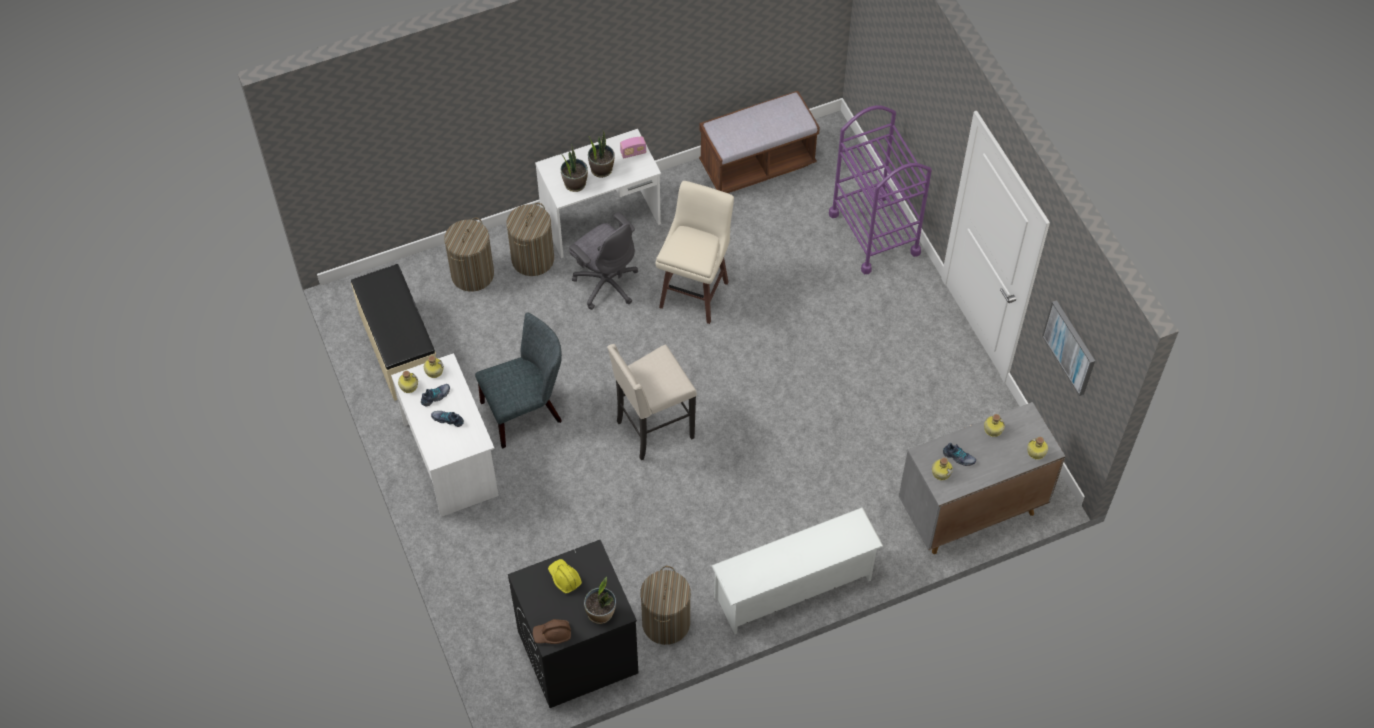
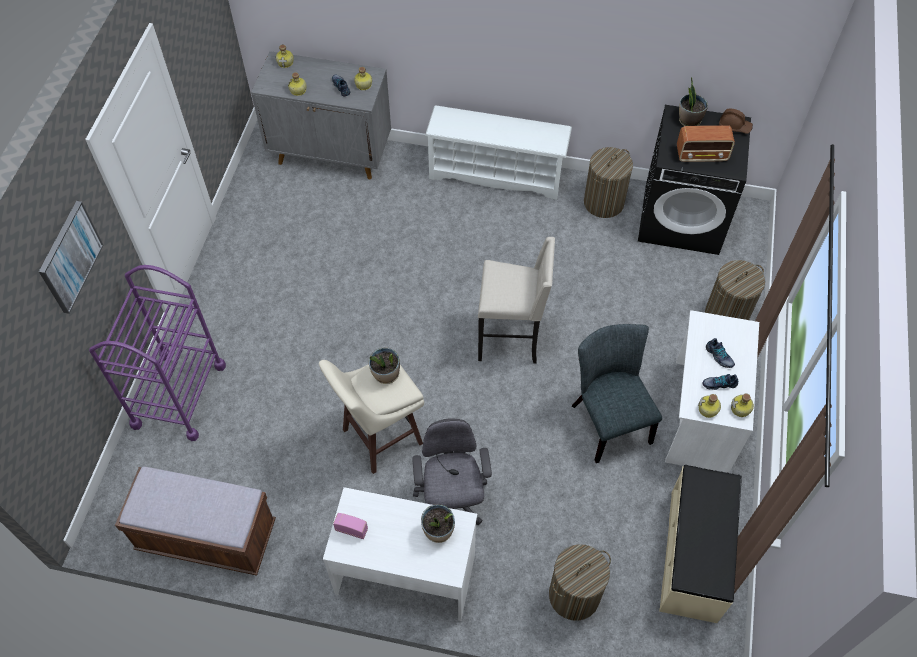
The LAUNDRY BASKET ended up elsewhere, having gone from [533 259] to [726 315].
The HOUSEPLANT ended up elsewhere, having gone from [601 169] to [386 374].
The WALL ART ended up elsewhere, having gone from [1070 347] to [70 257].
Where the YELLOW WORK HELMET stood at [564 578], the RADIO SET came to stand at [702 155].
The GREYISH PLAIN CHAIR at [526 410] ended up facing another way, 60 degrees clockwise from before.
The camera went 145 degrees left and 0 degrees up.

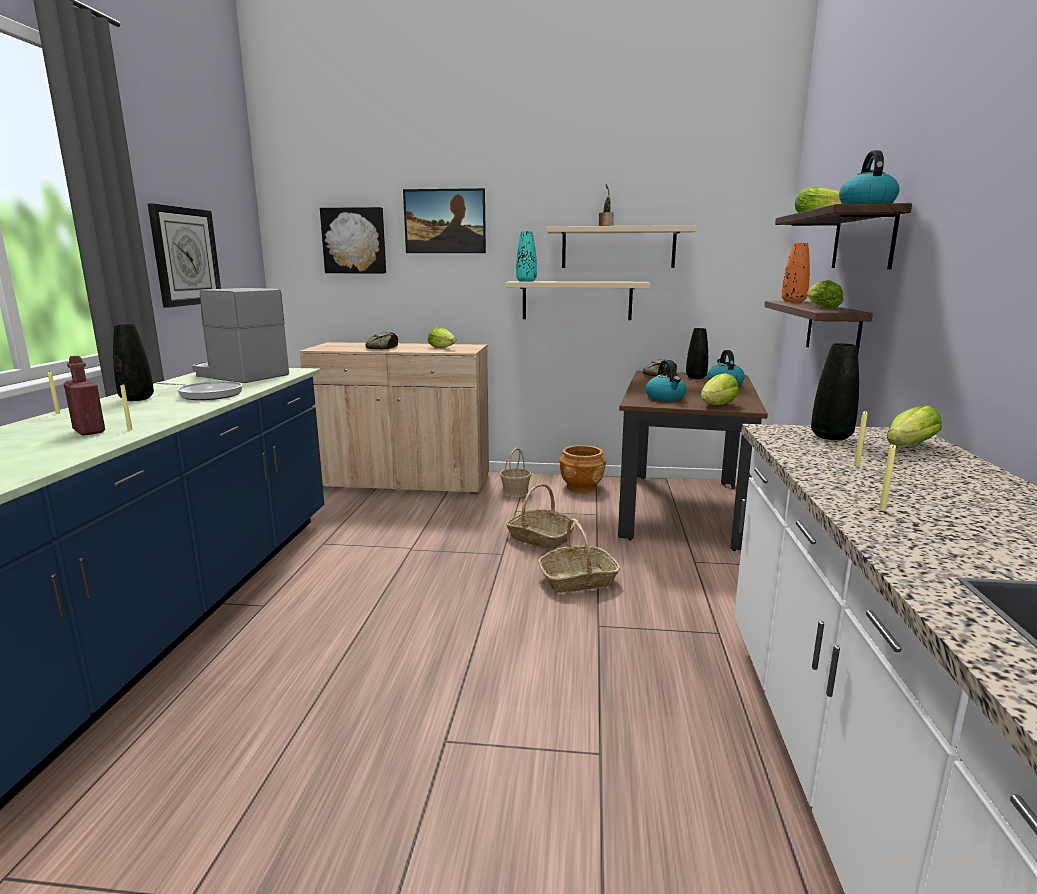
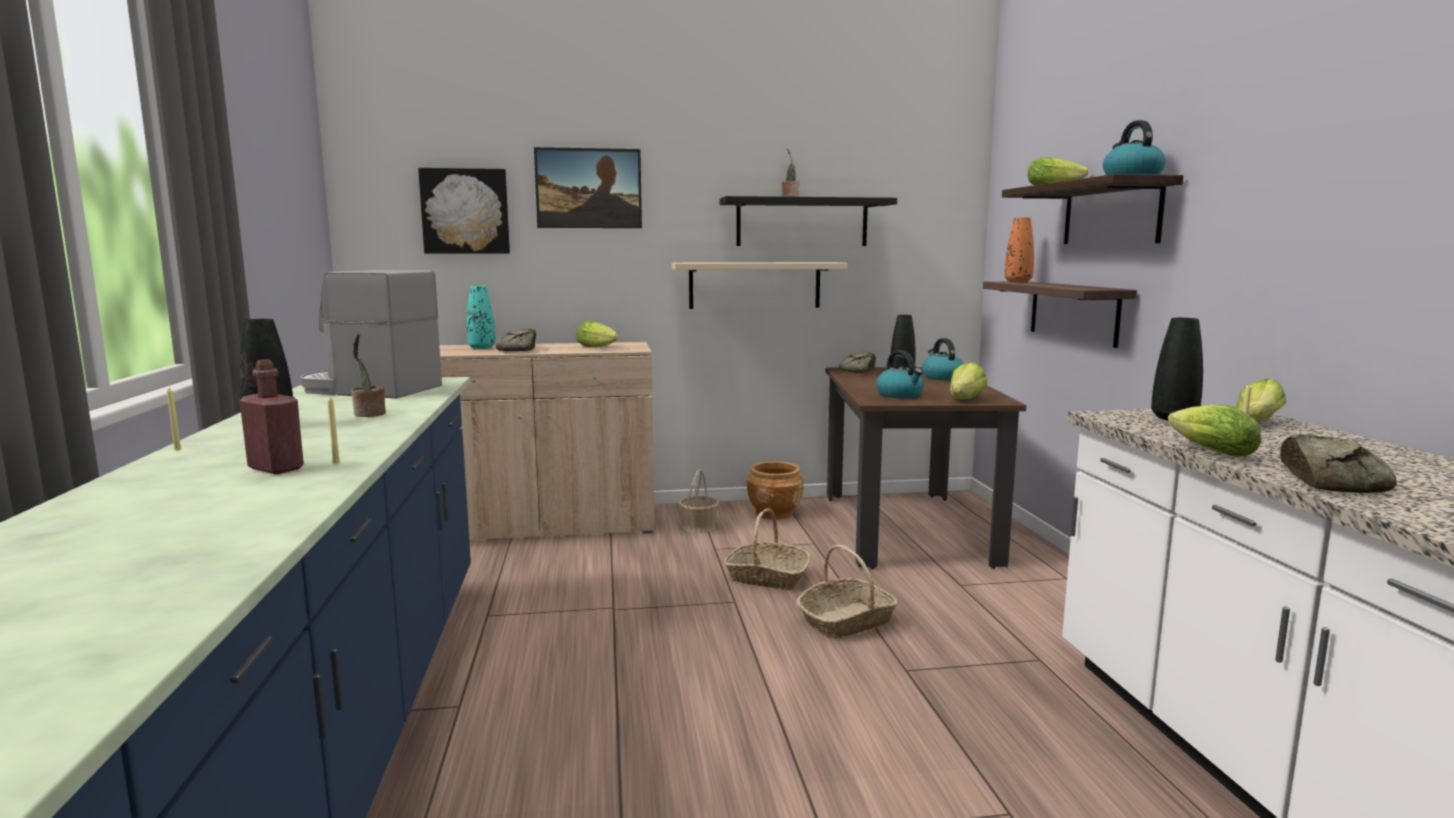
The second view lost the CLOCK ON THE WALL at [185 256].
The TURQUOISE-COLOURED FLOWER VASE ended up elsewhere, having gone from [526 281] to [481 348].
The LETTUCE HEAD ended up elsewhere, having gone from [820 308] to [1207 451].
Where the FRYING PAN stood at [207 394], the HOUSEPLANT came to stand at [369 414].
Where the YELLOW CANDLE stood at [882 509], the BREAD came to stand at [1330 480].
What was the BEIGE-COLOURED WALL SHELF at [618 247] turned into the BLACKISH WALL SHELF at [802 222].
The camera went 15 degrees left and 5 degrees down.

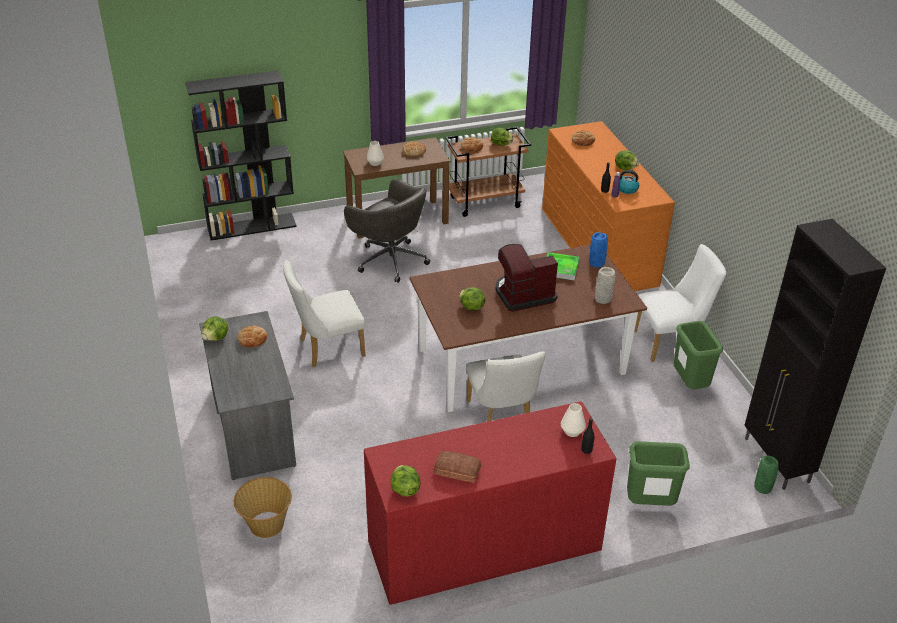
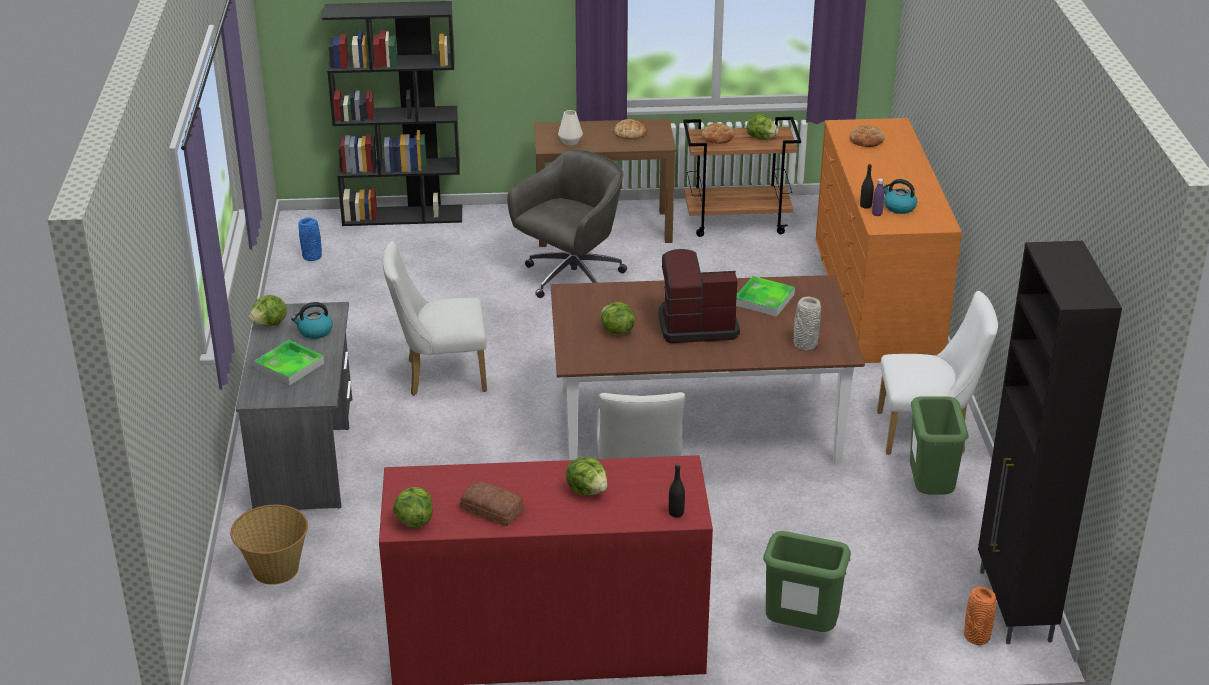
The second view lost the WHITE FLOWER VASE at [572 431].
The second view gained the SERVING TRAY at [289 366].
The BLUISH FLOWER VASE ended up elsewhere, having gone from [597 263] to [312 257].
The LETTUCE HEAD ended up elsewhere, having gone from [625 168] to [587 490].
Where the BREAD stood at [252 339], the WATER KETTLE came to stand at [314 331].
What was the GREENISH FLOWER VASE at [763 488] turned into the ORANGE FLOWER VASE at [977 637].
The GREYISH OFFICE CHAIR at [390 260] ended up facing another way, 105 degrees counterclockwise from before.
The camera went 15 degrees right and 5 degrees down.

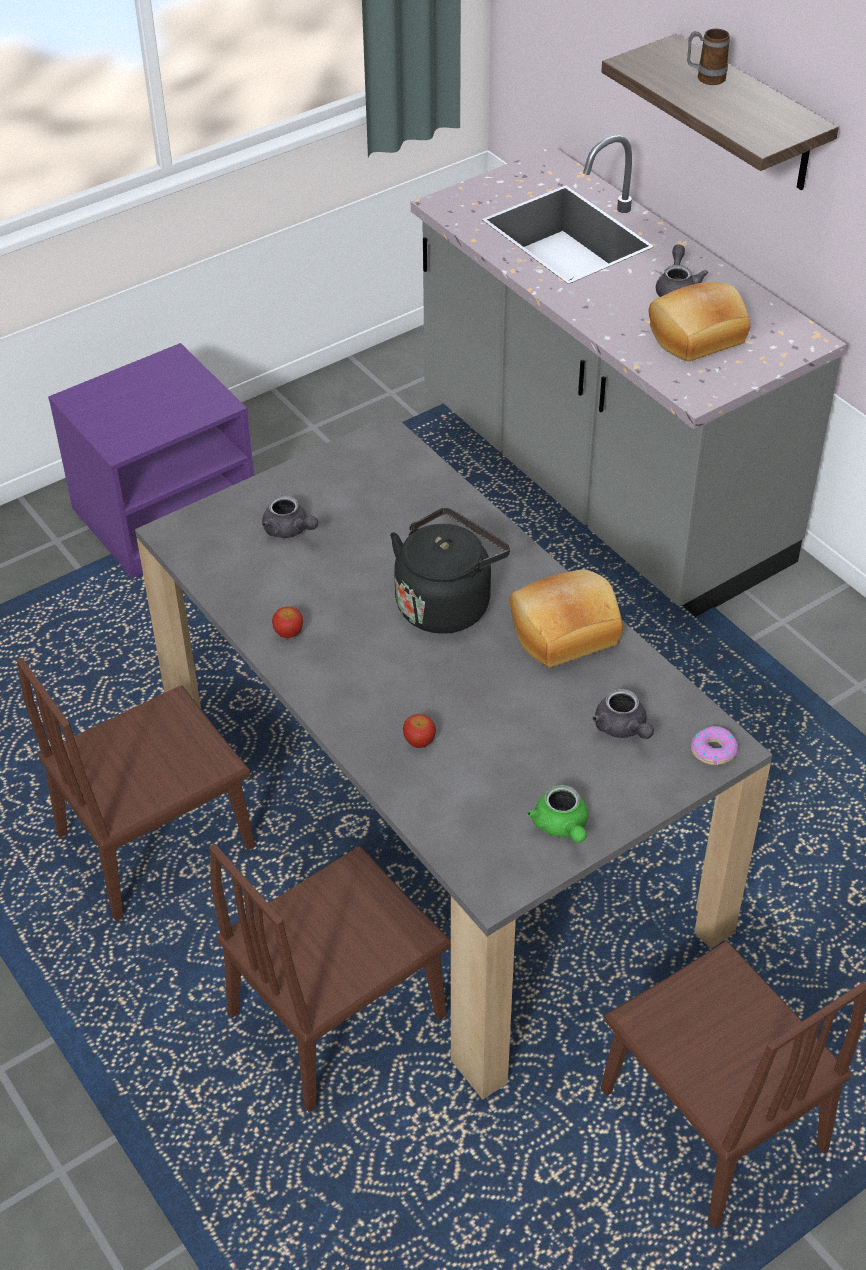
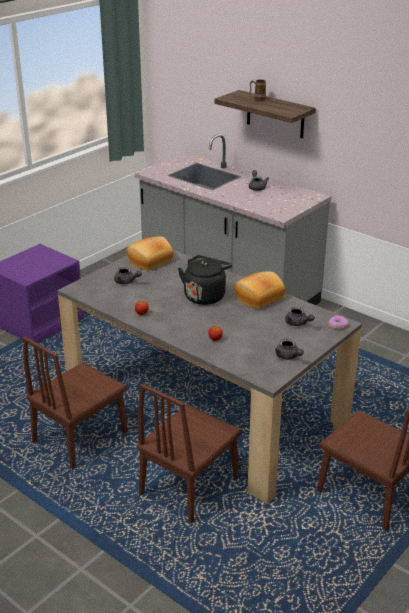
The BREAD ended up elsewhere, having gone from [698 337] to [150 261].
What was the GREENISH TEAPOT at [562 826] turned into the GREYISH TEAPOT at [288 357].
The camera went 15 degrees left and 15 degrees down.

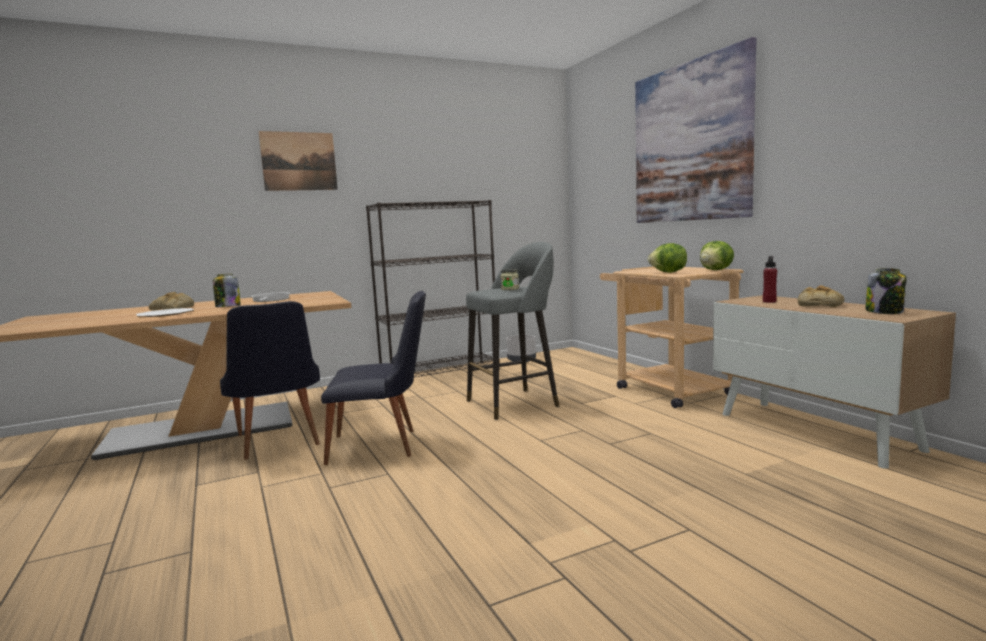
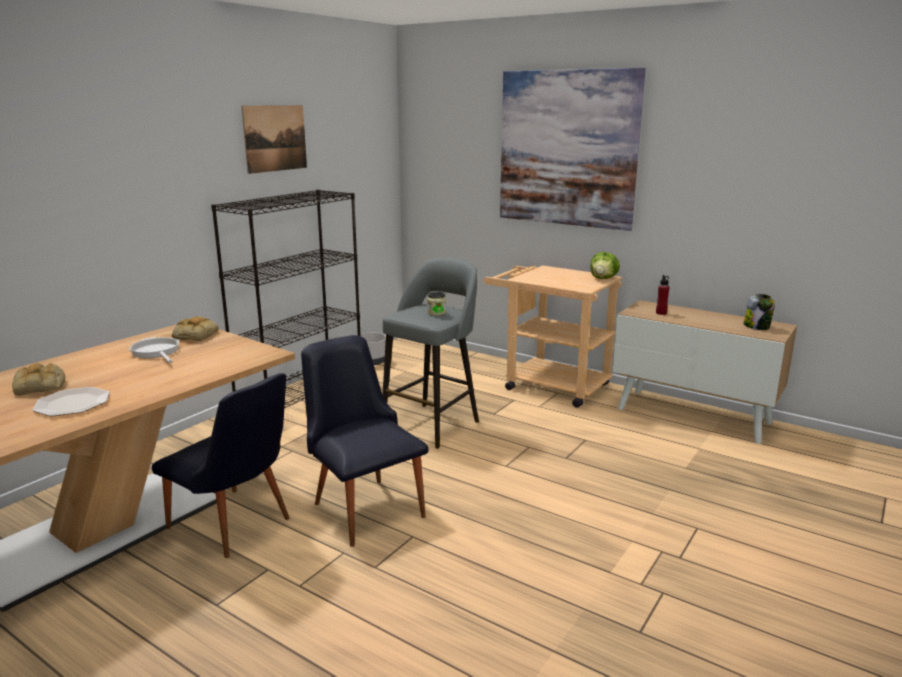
The second view lost the STORAGE JAR at [227 307].
The second view lost the LETTUCE HEAD at [668 272].
The WALL ART ended up elsewhere, having gone from [299 161] to [275 138].
The BREAD ended up elsewhere, having gone from [820 304] to [195 335].
The BLACKISH PLAIN CHAIR at [382 446] ended up facing another way, 90 degrees counterclockwise from before.
The camera went 30 degrees left and 10 degrees up.

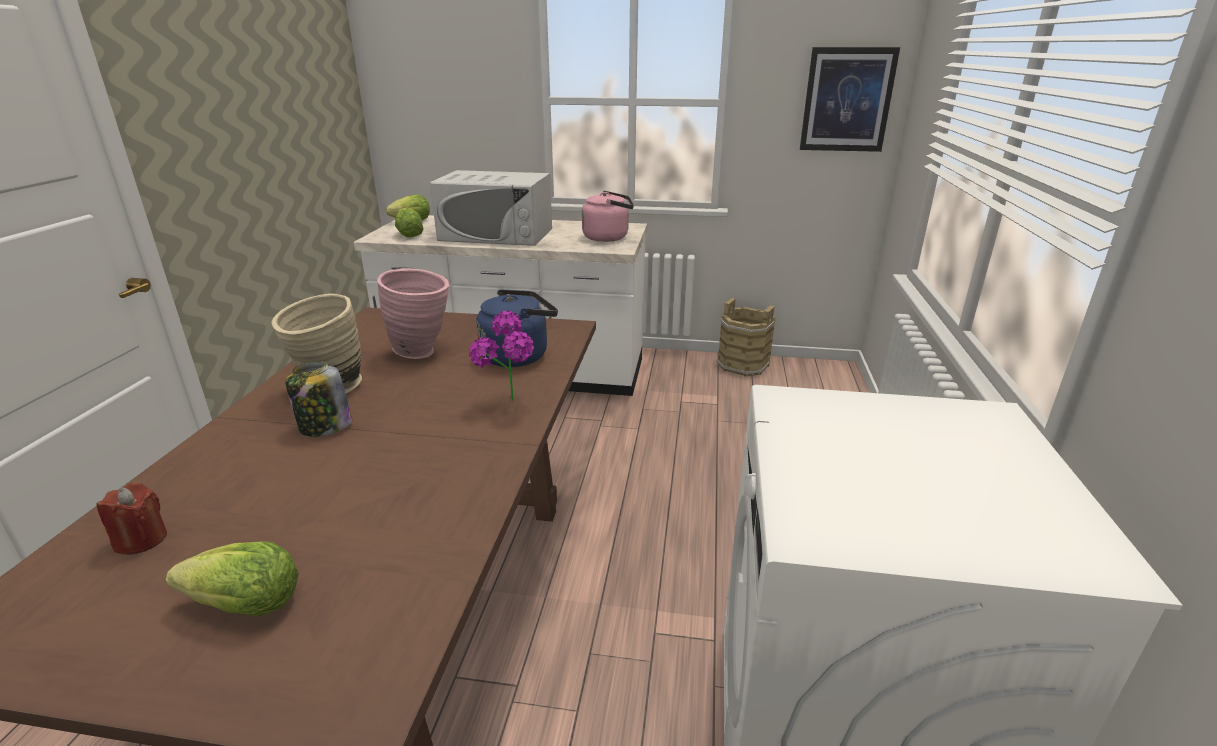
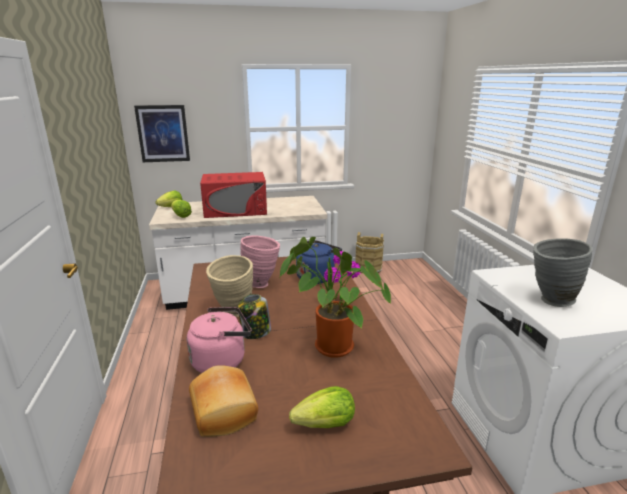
The second view gained the HOUSEPLANT at [329 347].
The second view gained the GREYISH FLOWER VASE at [549 301].
The PINK WATER KETTLE ended up elsewhere, having gone from [608 237] to [222 360].
The WALL ART ended up elsewhere, having gone from [847 100] to [163 133].
Where the RED-COLOURED CANDLE stood at [141 540], the BREAD came to stand at [225 411].
What was the WHITE MICROWAVE at [496 234] turned into the RED-COLOURED MICROWAVE at [235 210].
The camera went 20 degrees left and 5 degrees down.

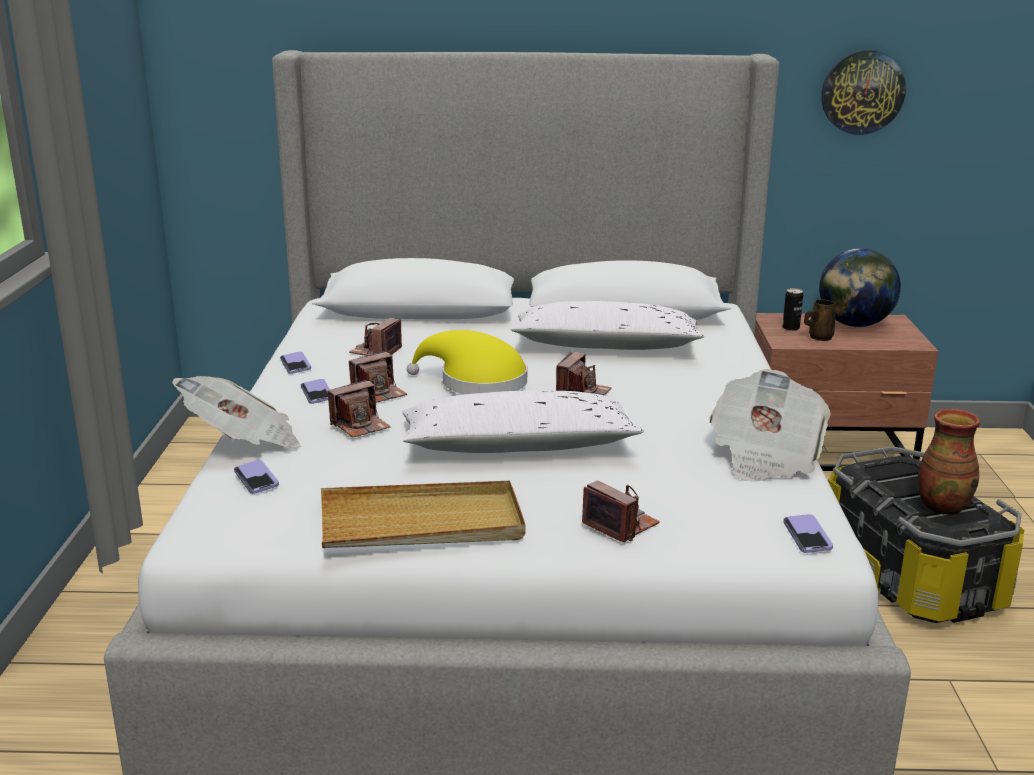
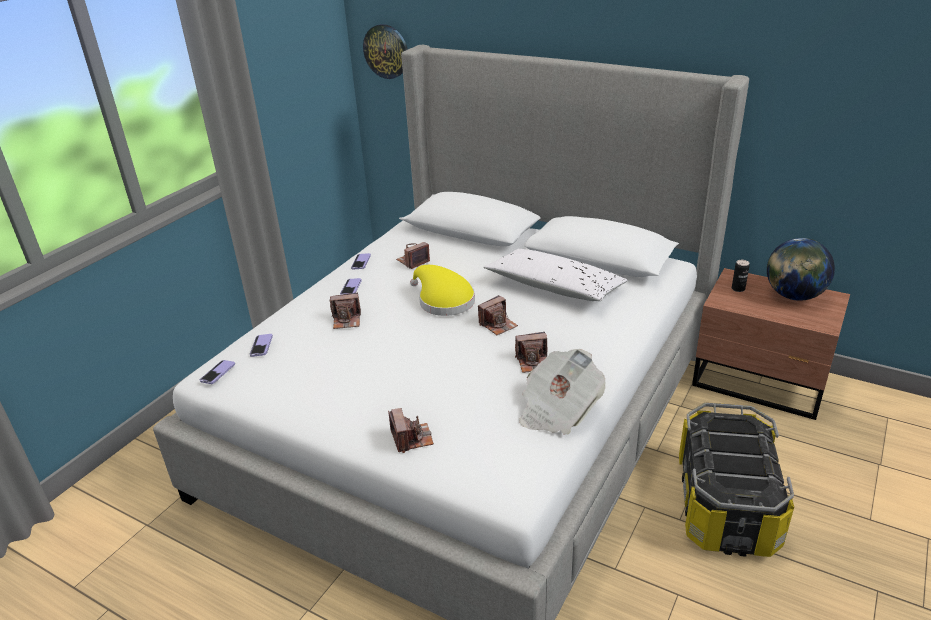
The second view lost the DAILY PAPER at [243 442].
The second view lost the BEIGE-COLOURED SERVING TRAY at [421 523].
The second view lost the WHITE PILLOW at [518 447].
The second view lost the BROWNISH COFFEE MUG at [819 337].
The second view lost the FLOWER VASE at [942 506].
The PHOTO CAMERA ended up elsewhere, having gone from [379 393] to [533 362].
The PHONE ended up elsewhere, having gone from [807 535] to [218 373].
The CLOCK ON THE WALL ended up elsewhere, having gone from [862 92] to [386 51].
The camera went 30 degrees right and 10 degrees up.

